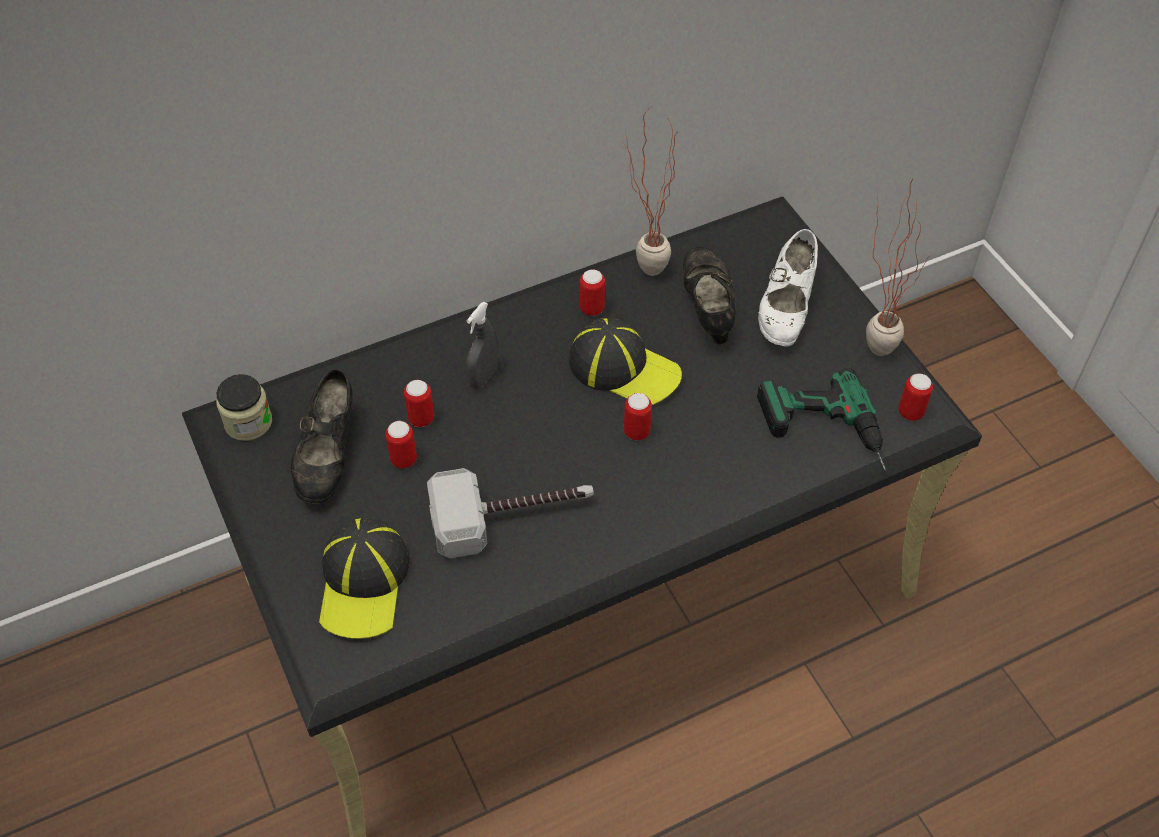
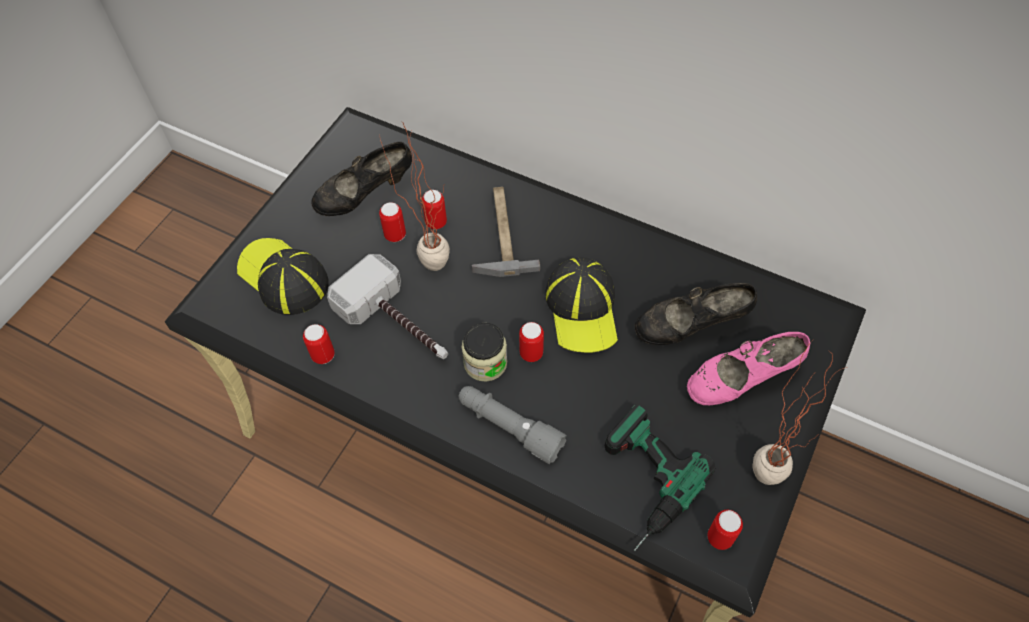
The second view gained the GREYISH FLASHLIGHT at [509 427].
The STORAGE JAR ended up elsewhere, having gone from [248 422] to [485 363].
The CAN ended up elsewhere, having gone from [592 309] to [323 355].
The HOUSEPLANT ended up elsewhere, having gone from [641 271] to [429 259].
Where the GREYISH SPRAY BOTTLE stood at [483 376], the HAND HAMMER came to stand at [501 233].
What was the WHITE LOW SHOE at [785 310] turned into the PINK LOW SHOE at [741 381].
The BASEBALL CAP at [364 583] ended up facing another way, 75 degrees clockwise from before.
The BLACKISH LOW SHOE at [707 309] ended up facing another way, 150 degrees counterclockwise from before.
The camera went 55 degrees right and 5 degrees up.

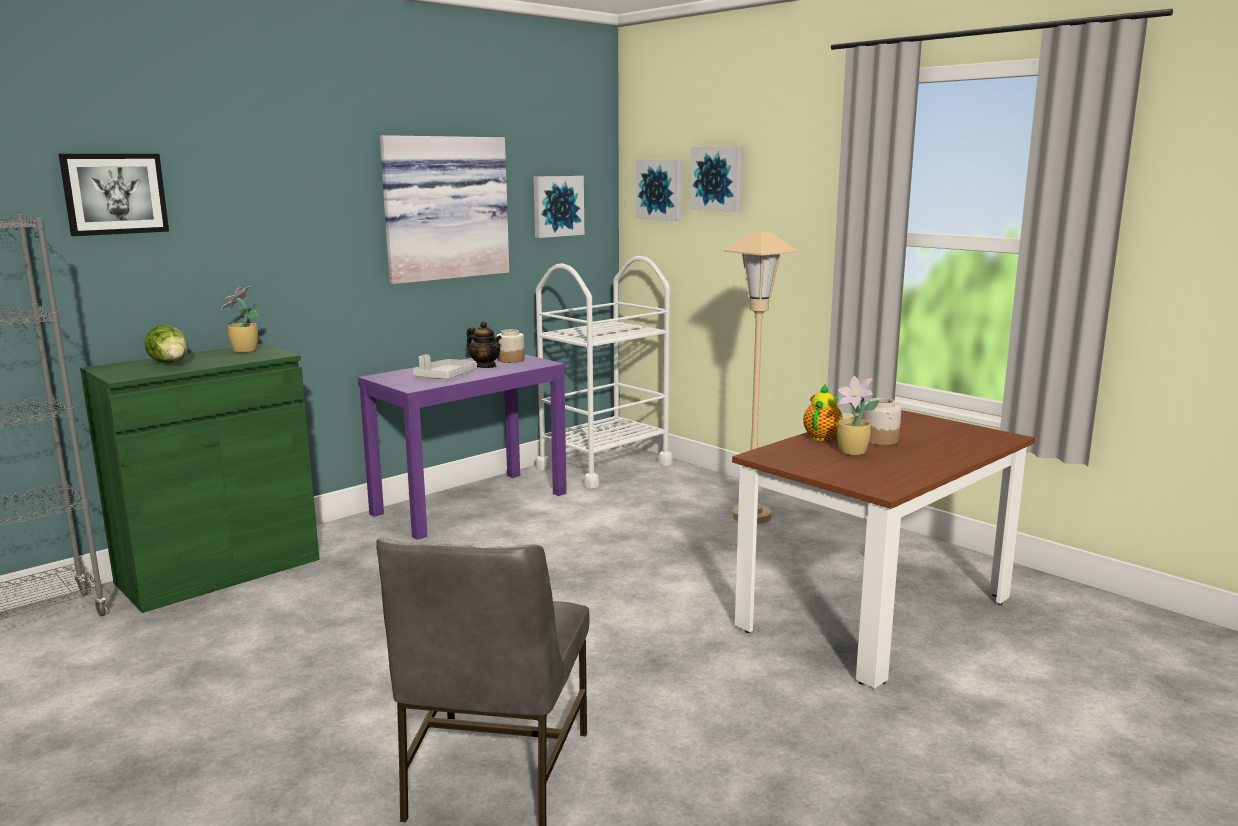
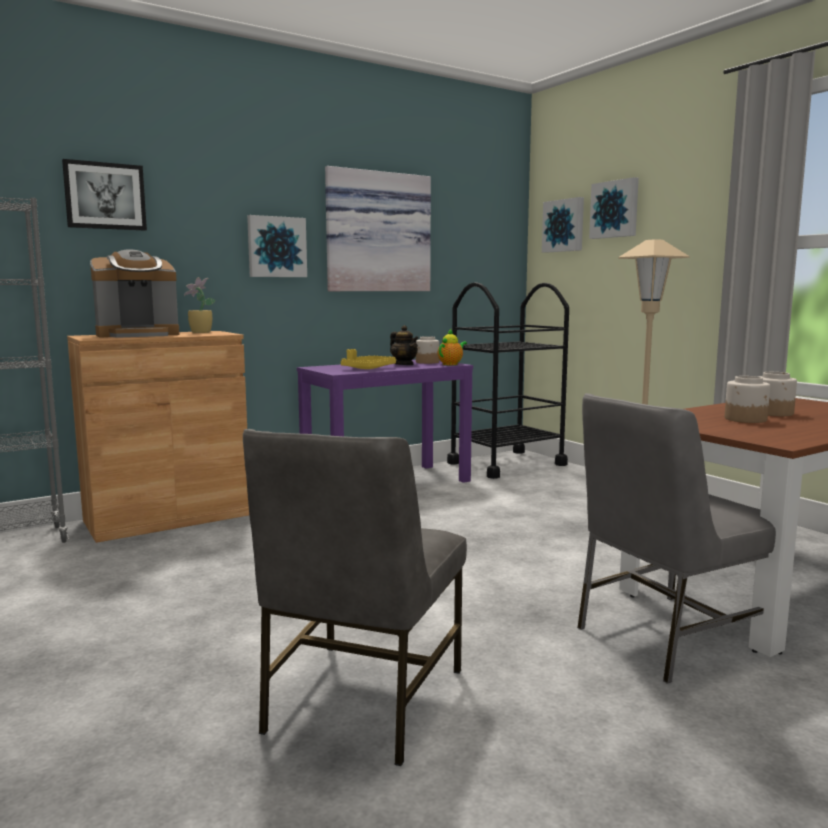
The second view gained the GREYISH PLAIN CHAIR at [668 637].
The WALL ART ended up elsewhere, having gone from [557 206] to [276 247].
The TEAPOT ended up elsewhere, having gone from [822 436] to [451 364].
Where the LETTUCE HEAD stood at [171 364], the COFFEE MAKER came to stand at [138 335].
Where the HOUSEPLANT stood at [853 452], the STORAGE JAR came to stand at [746 419].
What was the GREENISH STORAGE CABINET at [219 571] turned into the BROWNISH STORAGE CABINET at [168 518].
What was the GREYISH SERVING TRAY at [445 377] turned into the YELLOW SERVING TRAY at [368 368].
What was the WHITE WHEELED CART at [604 466] turned into the BLACKISH WHEELED CART at [506 464].
The camera went 10 degrees right and 5 degrees down.

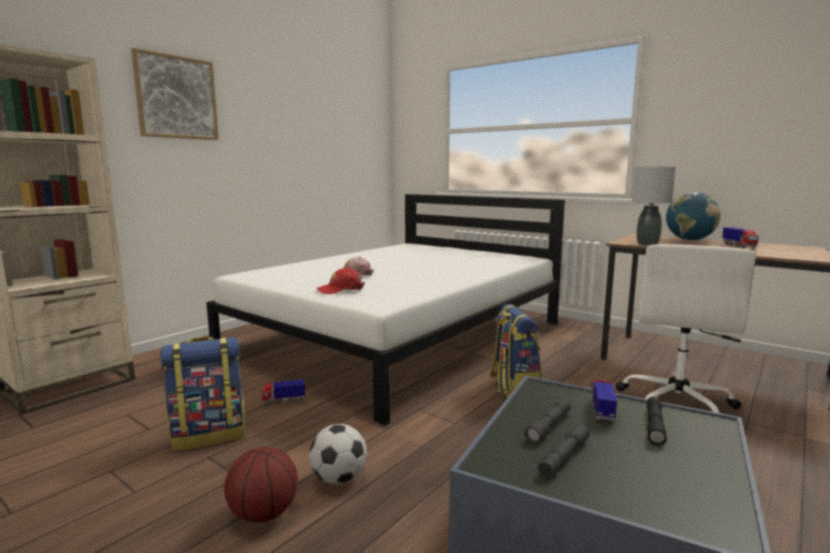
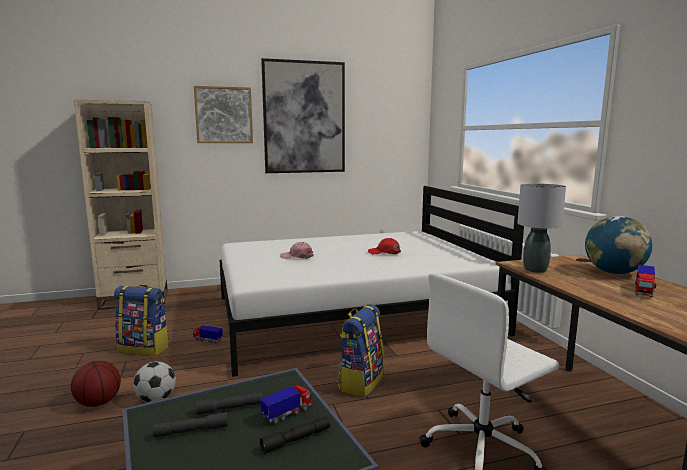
The second view gained the WALL ART at [304 117].
The RED-COLOURED BASEBALL CAP ended up elsewhere, having gone from [340 289] to [384 252].
The camera went 35 degrees right and 0 degrees up.

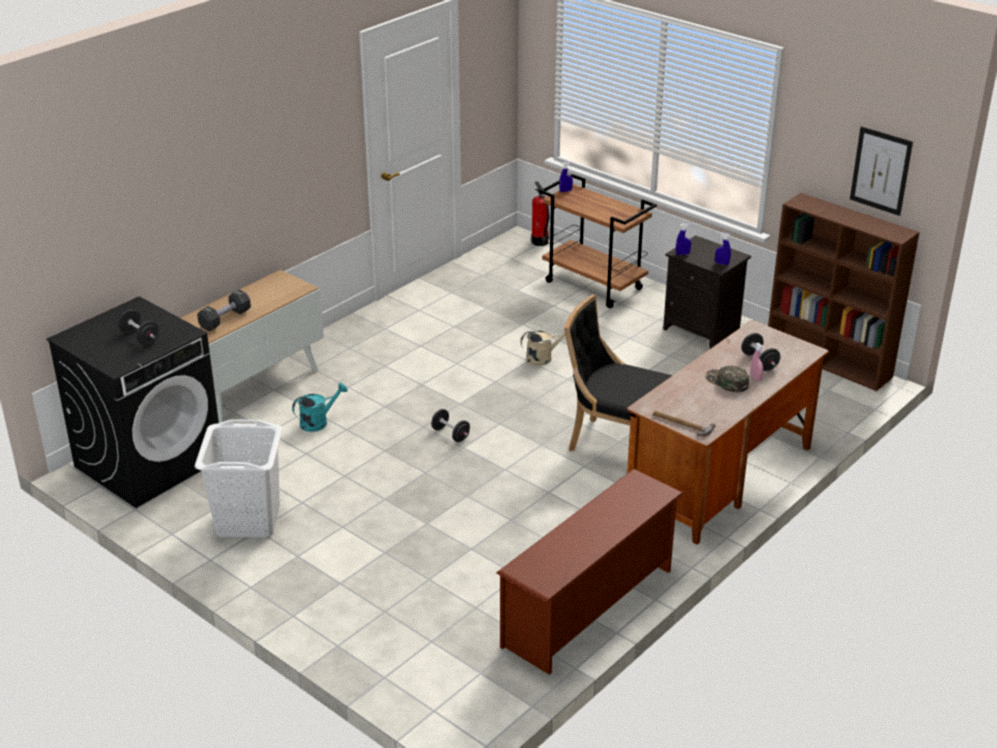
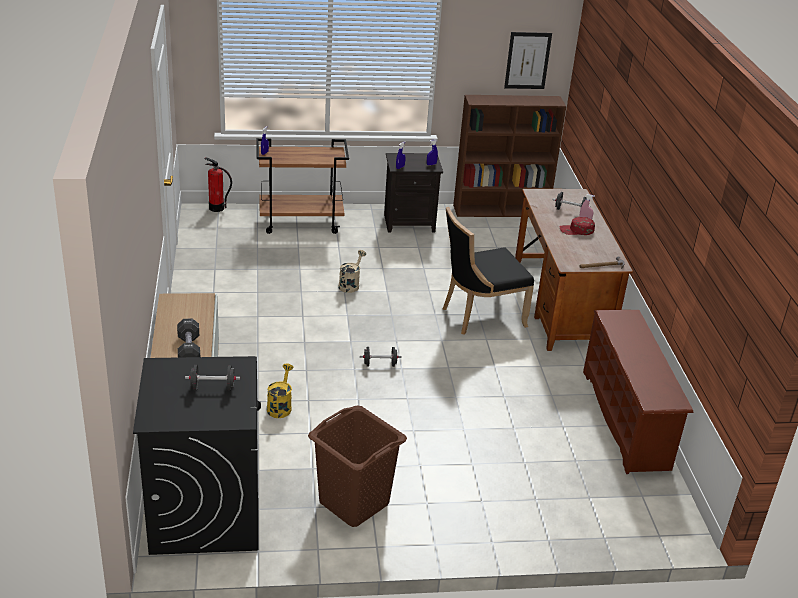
What was the WHITE LAUNDRY BASKET at [247 521] turned into the BROWNISH LAUNDRY BASKET at [353 503].
What was the TURQUOISE-COLOURED WATERING CAN at [318 422] turned into the YELLOW WATERING CAN at [280 406].
What was the GREENISH BASEBALL CAP at [726 382] turned into the RED-COLOURED BASEBALL CAP at [576 230].
The camera went 50 degrees left and 0 degrees up.

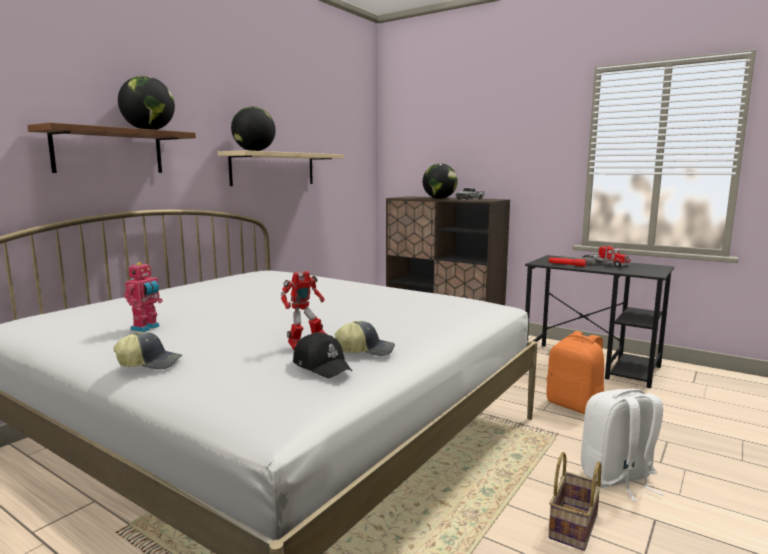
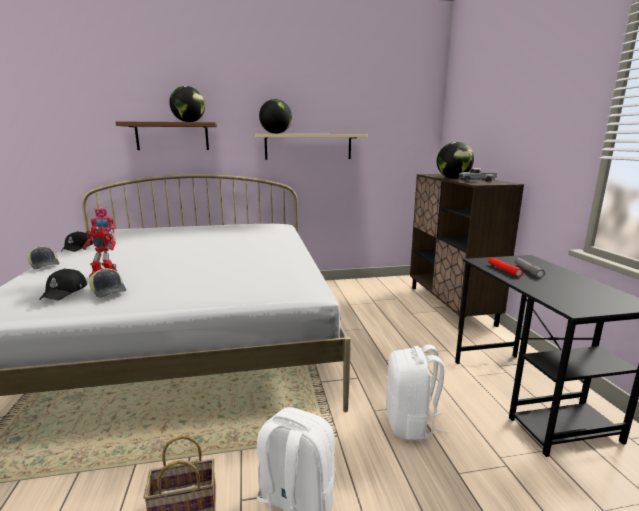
The second view lost the TOY LORRY at [605 264].
The second view gained the BLACKISH BASEBALL CAP at [78 247].
What was the ORANGE KNAPSACK at [575 406] turned into the WHITE KNAPSACK at [411 424].
The camera went 45 degrees right and 5 degrees up.

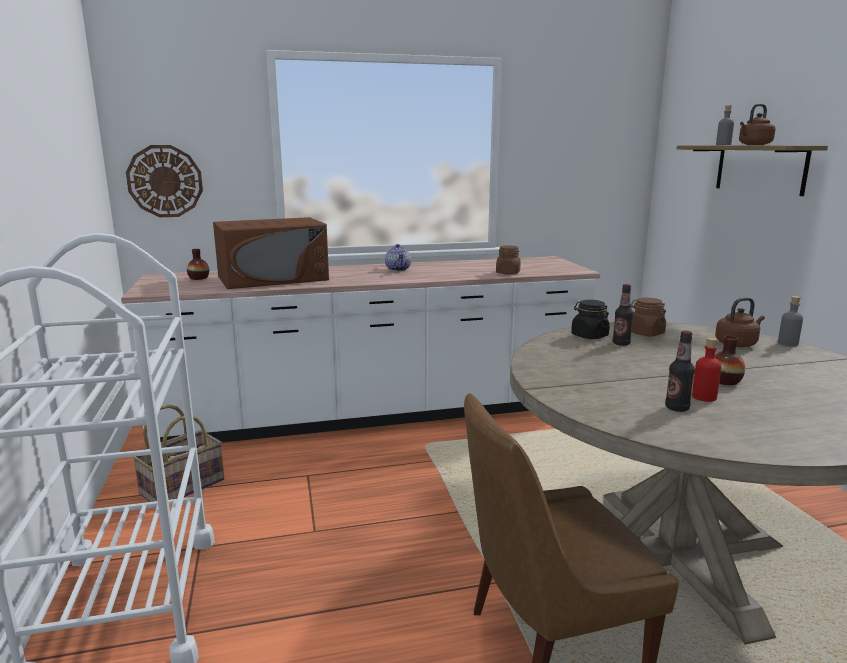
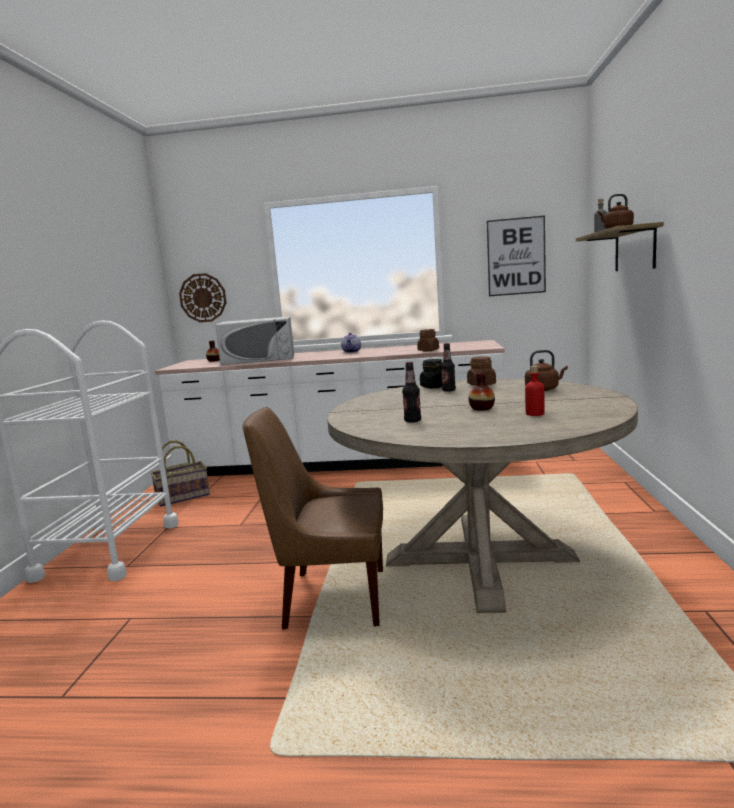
The second view lost the GREYISH BOTTLE at [787 343].
The second view gained the WALL ART at [516 256].
The RED-COLOURED BOTTLE ended up elsewhere, having gone from [704 397] to [535 414].
What was the BROWNISH MICROWAVE at [273 278] turned into the WHITE MICROWAVE at [259 359].
The camera went 20 degrees right and 5 degrees down.

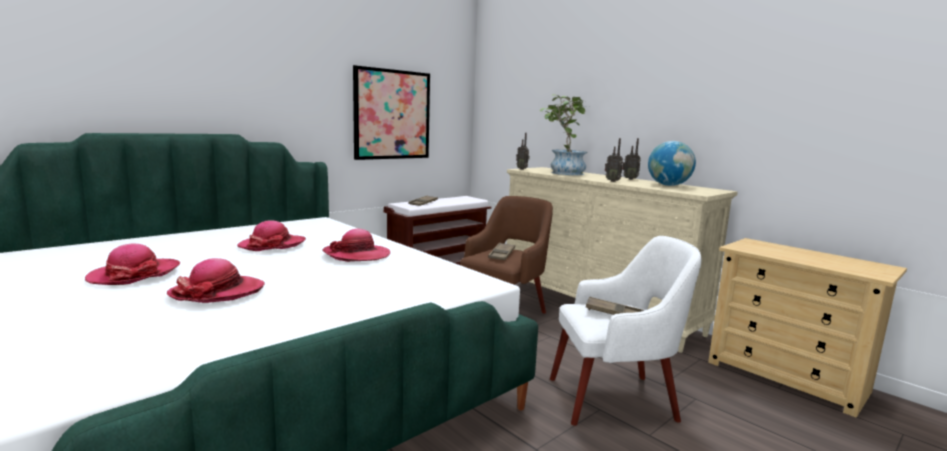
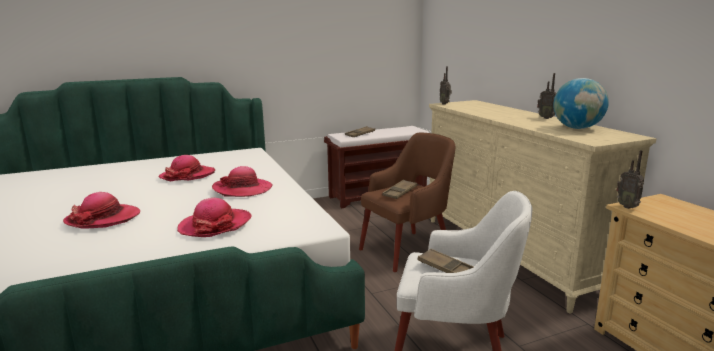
The second view lost the WALL ART at [392 114].
The second view lost the HOUSEPLANT at [562 172].
The CLOTHING HAT ended up elsewhere, having gone from [135 274] to [215 225].
The RADIO SET ended up elsewhere, having gone from [612 181] to [627 206].
The camera went 20 degrees right and 5 degrees up.

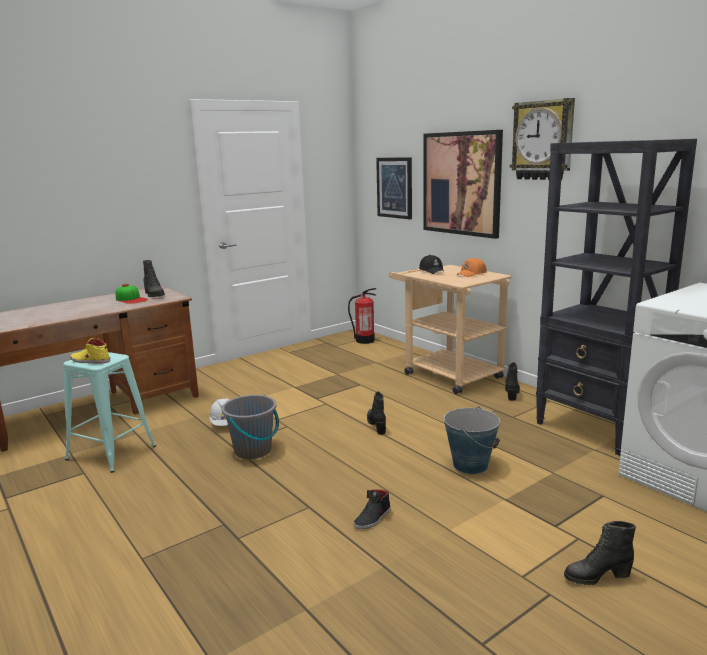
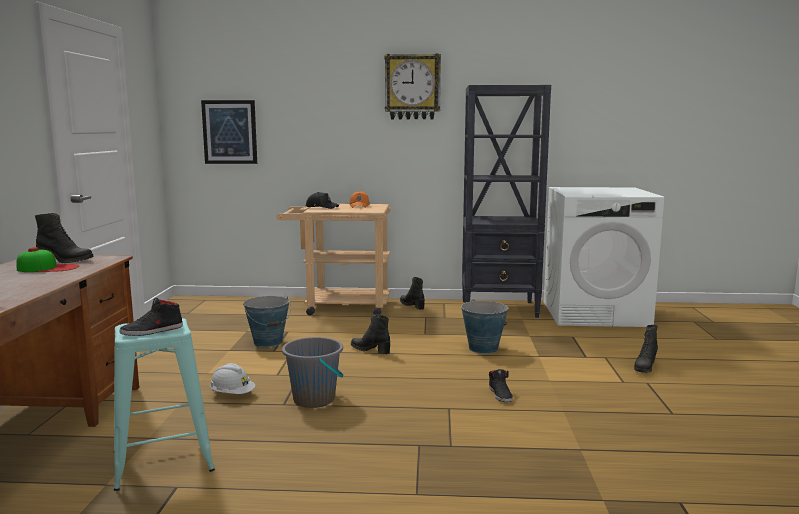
The second view lost the EXTINGUISHER at [364 340].
The second view lost the WALL ART at [461 183].
The second view gained the PAIL at [268 342].
What was the YELLOW LOW SHOE at [90 361] turned into the BLACKISH LOW SHOE at [152 331].
The camera went 50 degrees left and 5 degrees down.

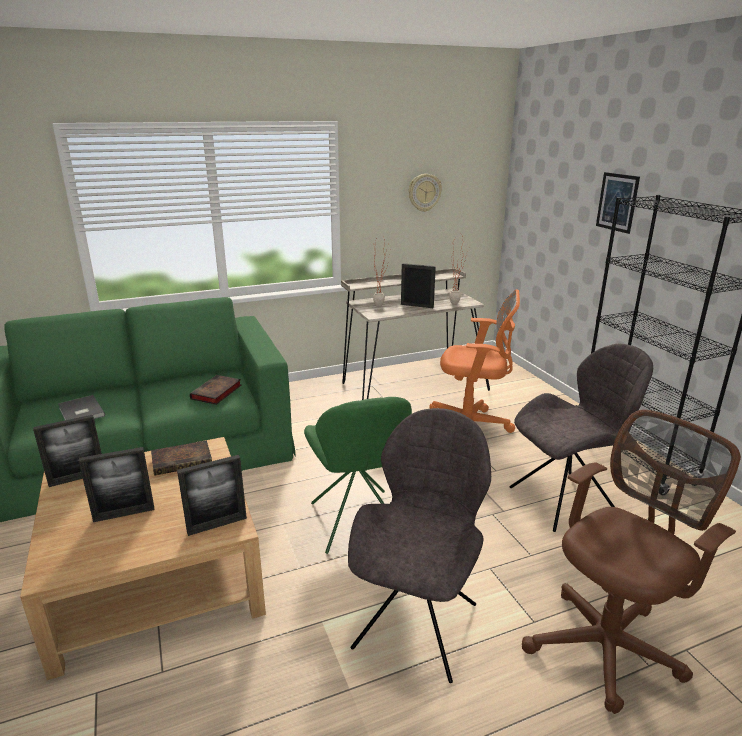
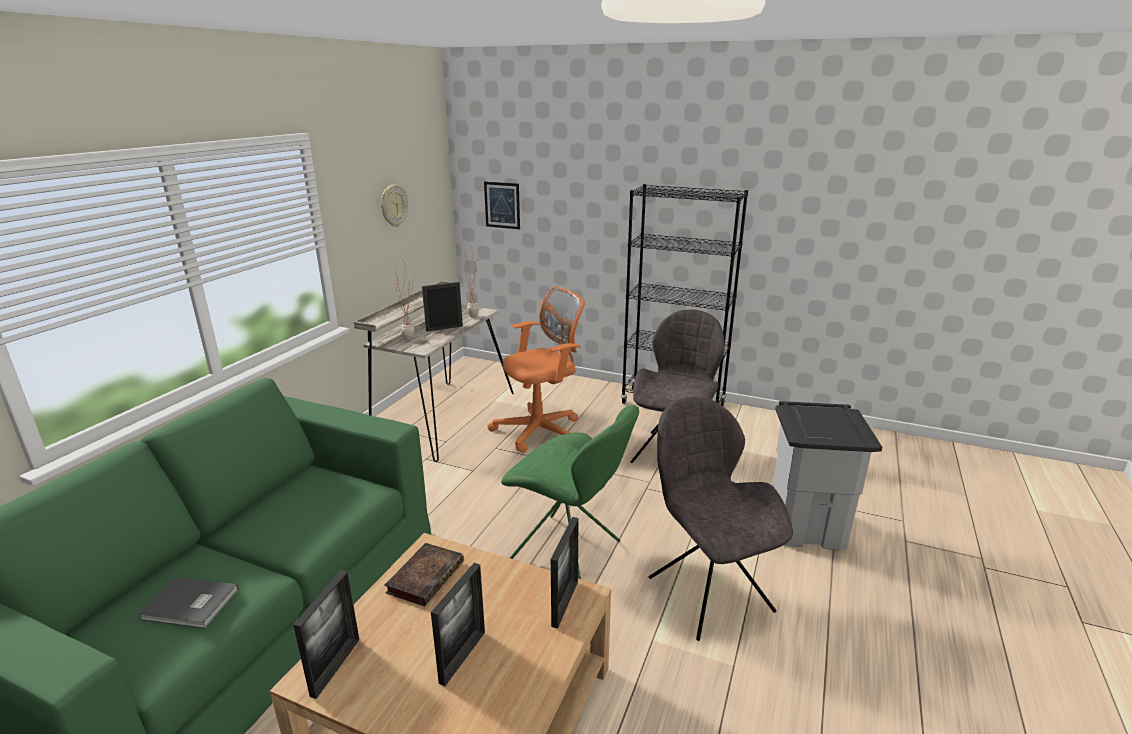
The second view lost the VOLUME at [216 393].
The WALL ART ended up elsewhere, having gone from [617 202] to [502 205].
Where the BROWNISH OFFICE CHAIR stood at [609 644], the GREYISH RUBBISH BIN came to stand at [806 528].
The camera went 45 degrees left and 0 degrees up.

